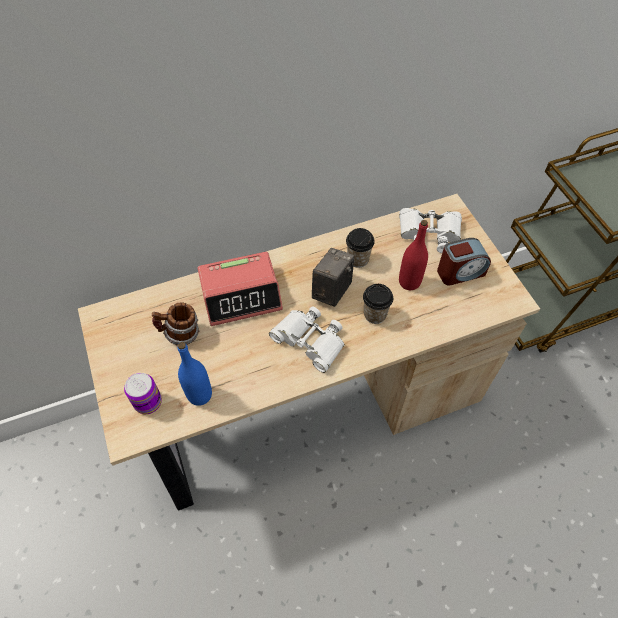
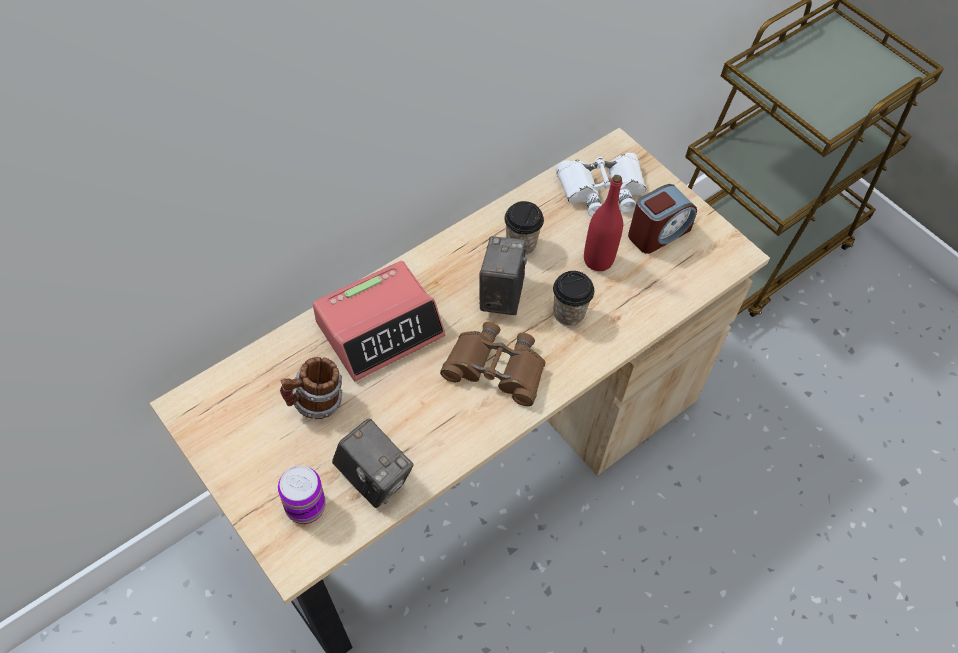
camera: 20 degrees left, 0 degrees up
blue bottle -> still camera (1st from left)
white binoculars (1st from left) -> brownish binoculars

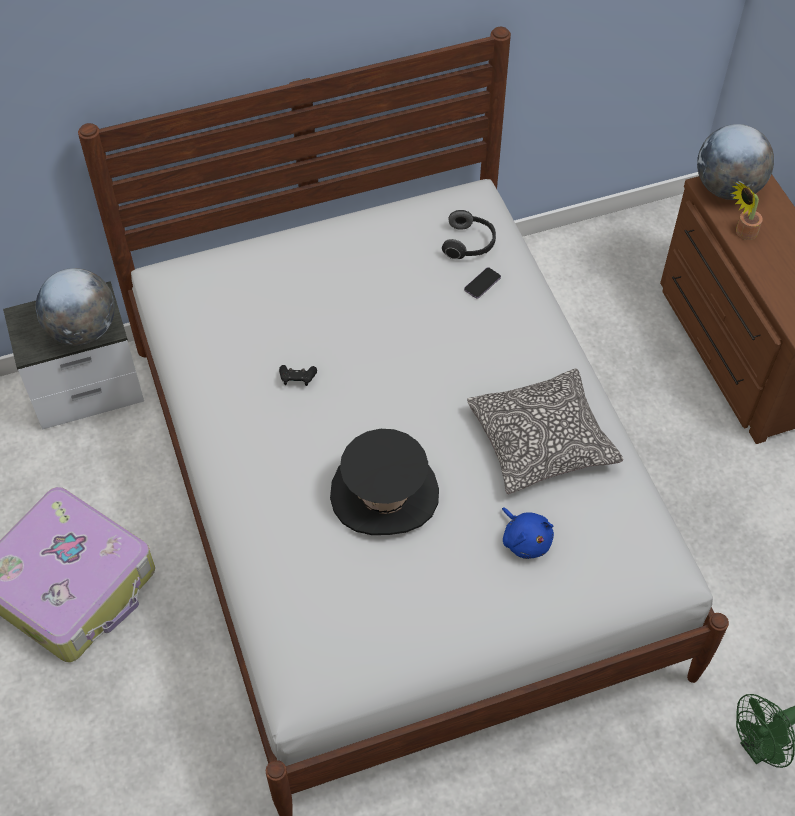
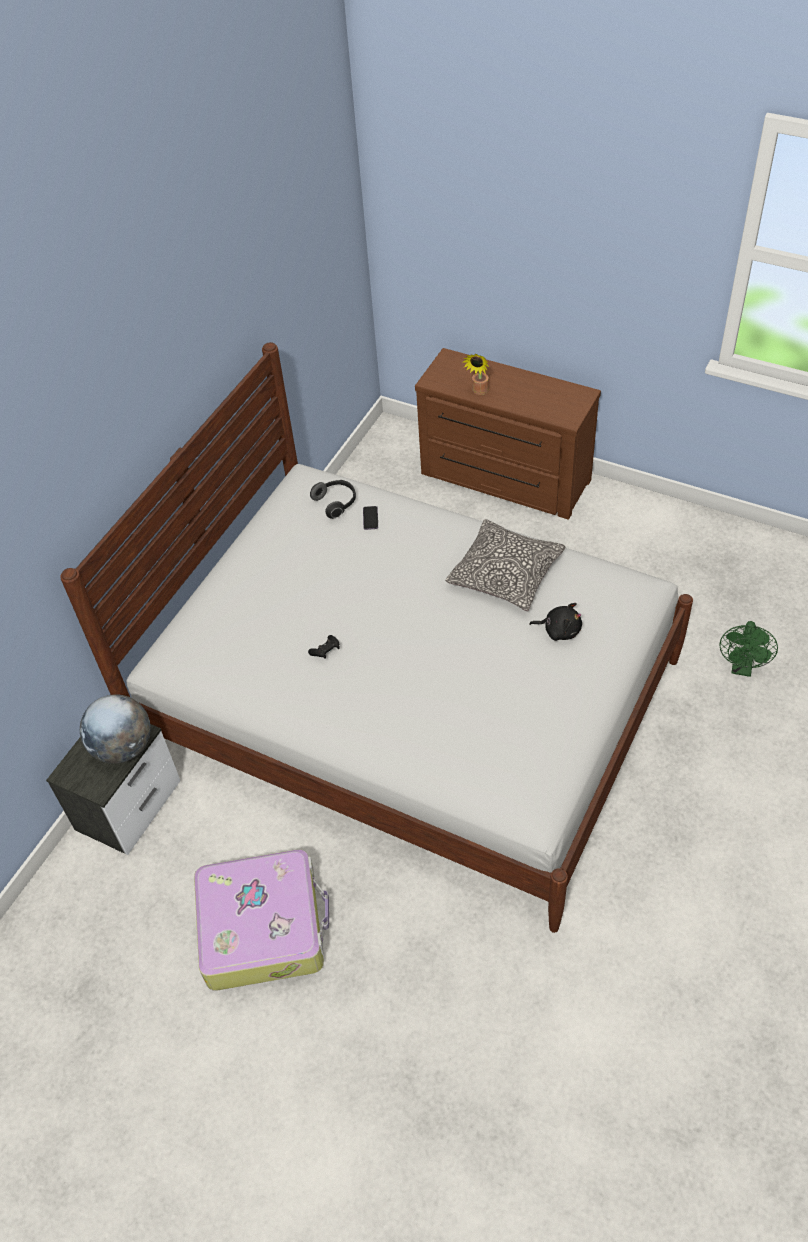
camera: 40 degrees left, 5 degrees down
black wearable hat -> none
blue cuddly toy -> black cuddly toy
globe (2nd from left) -> none

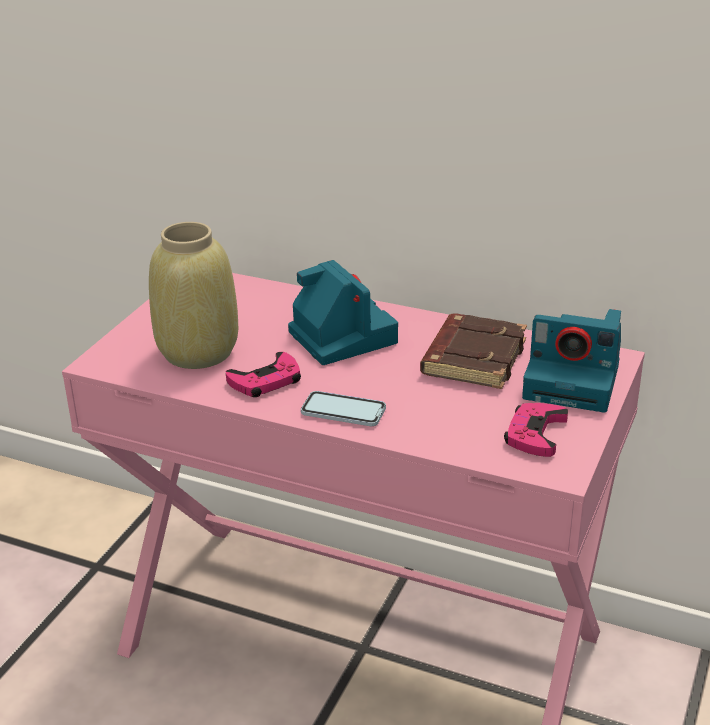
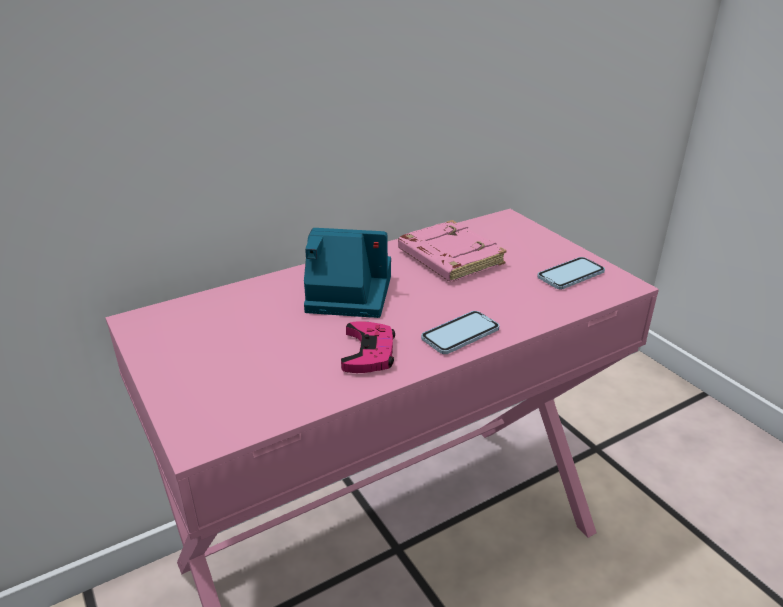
camera: 55 degrees left, 0 degrees up
beige-coloured flower vase -> none
brownish bound book -> pink-coloured bound book
pink-coloured game controller (2nd from left) -> telephone (2nd from left)
still camera (2nd from left) -> none

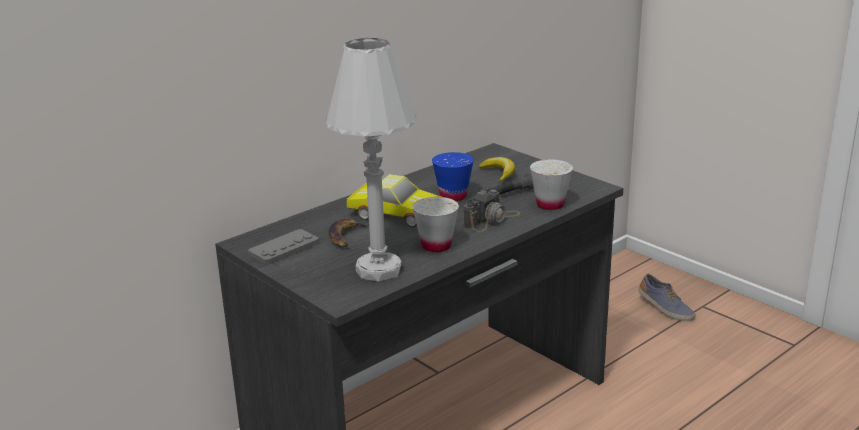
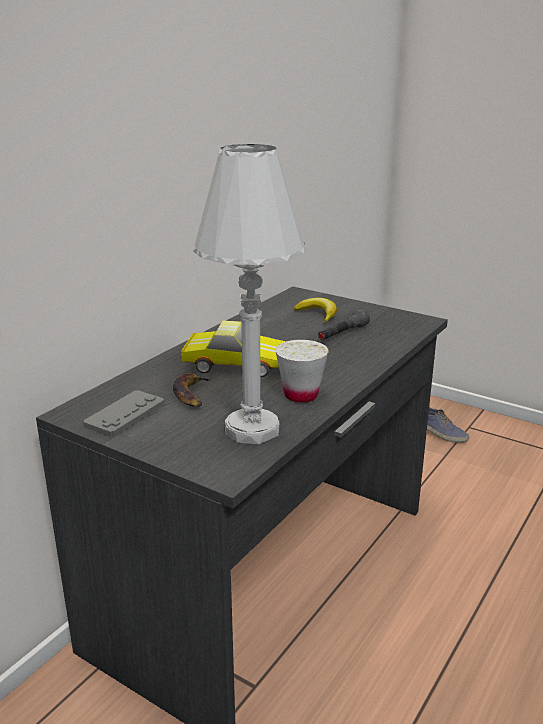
camera: 15 degrees left, 0 degrees up
blue small cup -> none
still camera -> none
white small cup (2nd from left) -> none

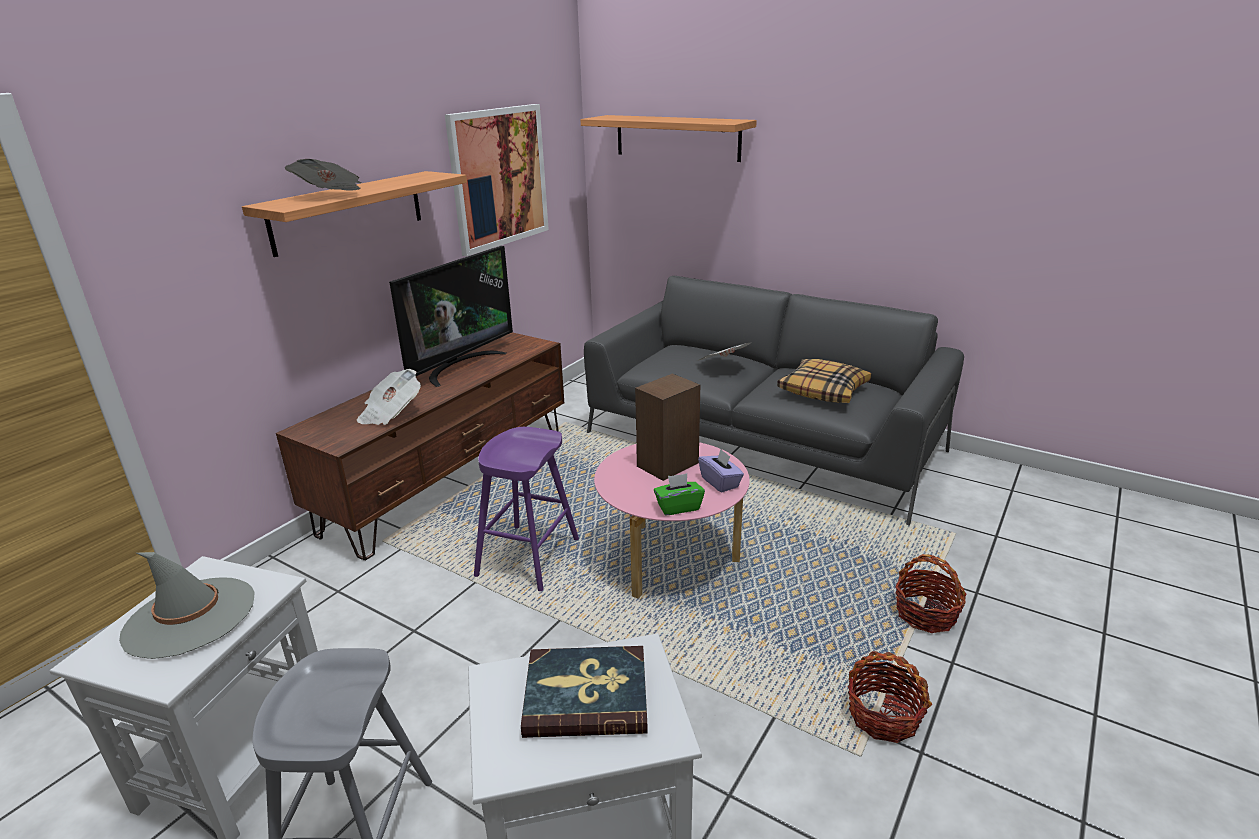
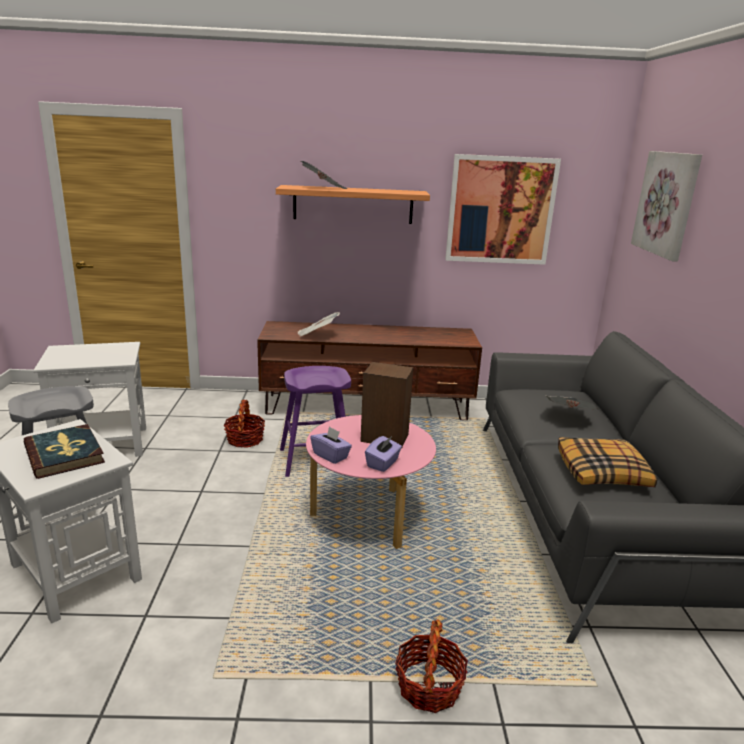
camera: 55 degrees right, 5 degrees down
grey wearable hat -> none
TV -> none
bracket shelf (2nd from left) -> picture (2nd from left)
green-coloured tissue box -> purple-coloured tissue box (1st from left)
basket (1st from left), move

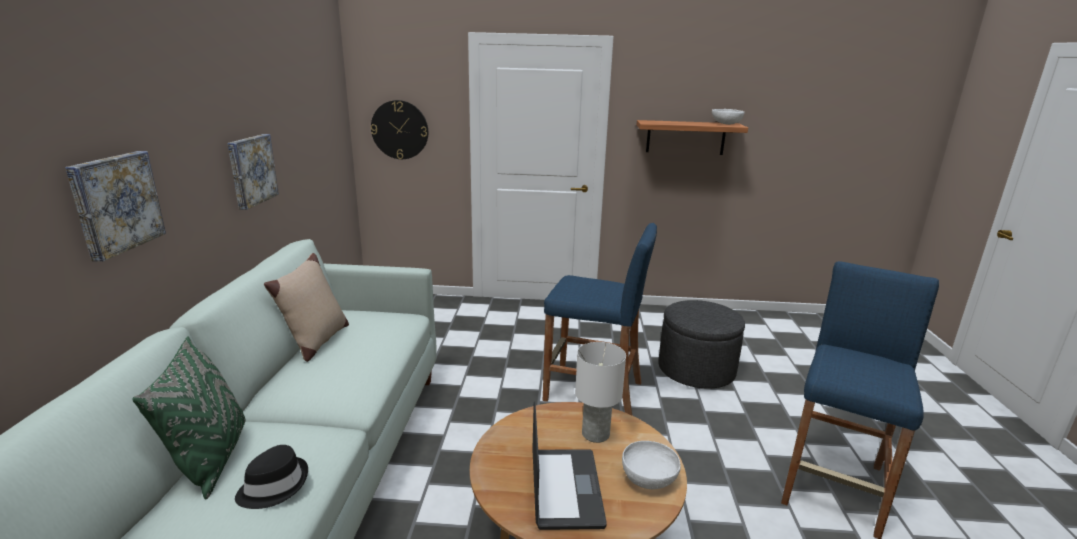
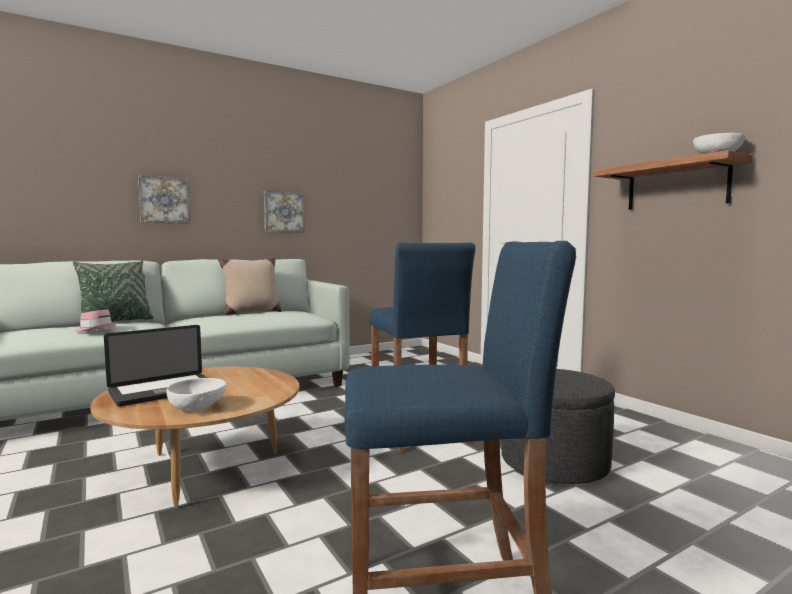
camera: 55 degrees right, 15 degrees down
black wearable hat -> pink-coloured wearable hat
clock on the wall -> none
white lamp for a table -> none

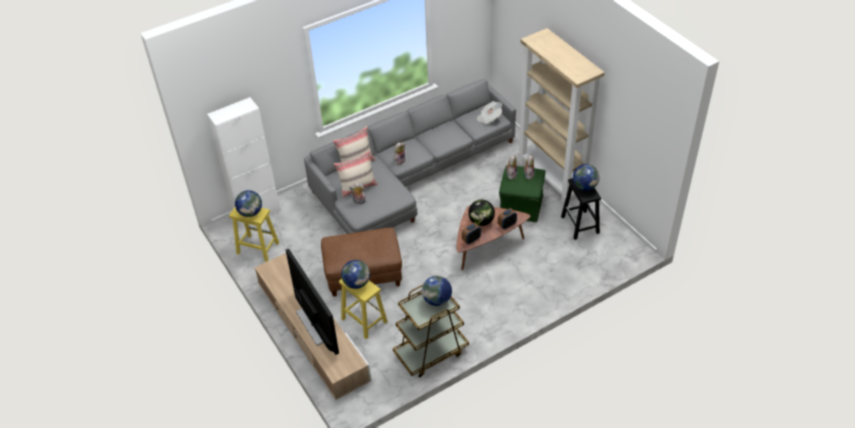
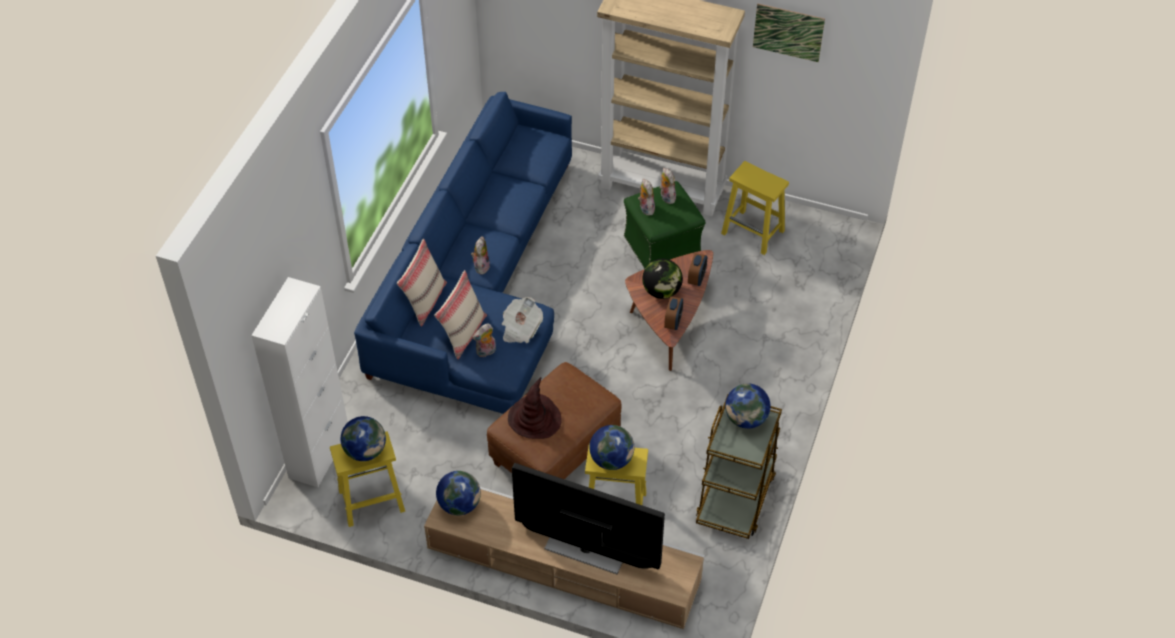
camera: 40 degrees left, 5 degrees up
grey settee -> blue settee
printed paper, move
black stool -> yellow-coloured stool (3rd from left)
globe (5th from left in the first image) -> globe (2nd from left), move
none -> brownish wearable hat
none -> picture

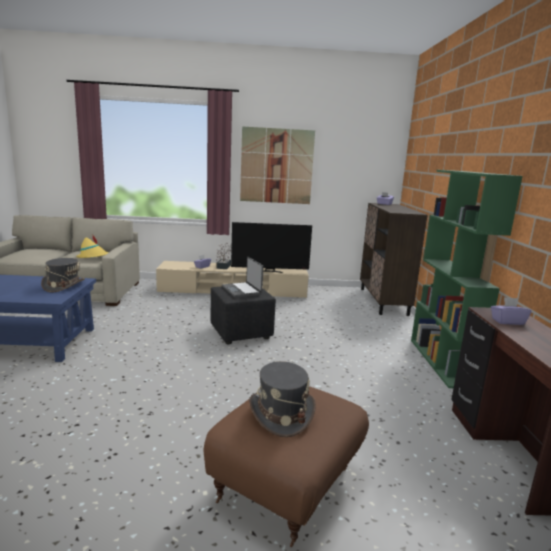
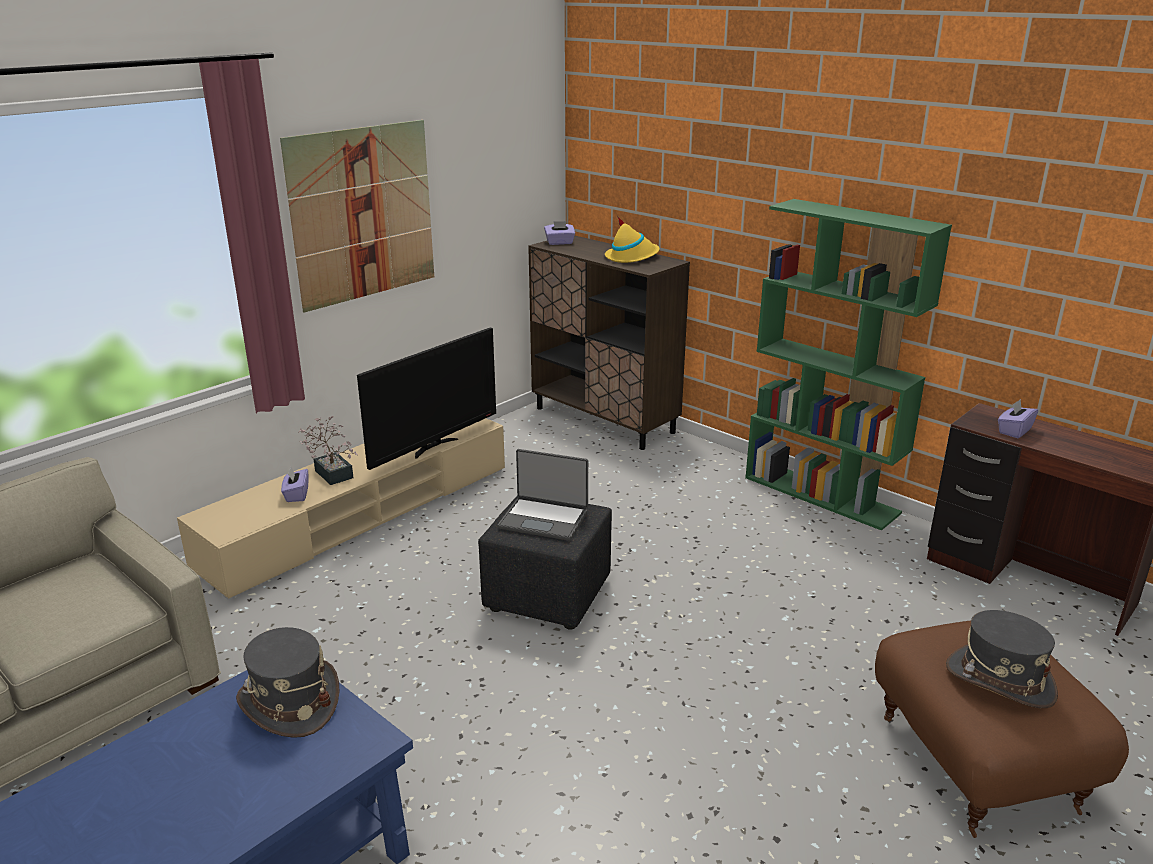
camera: 45 degrees left, 10 degrees up
yellow-coloured wearable hat, move

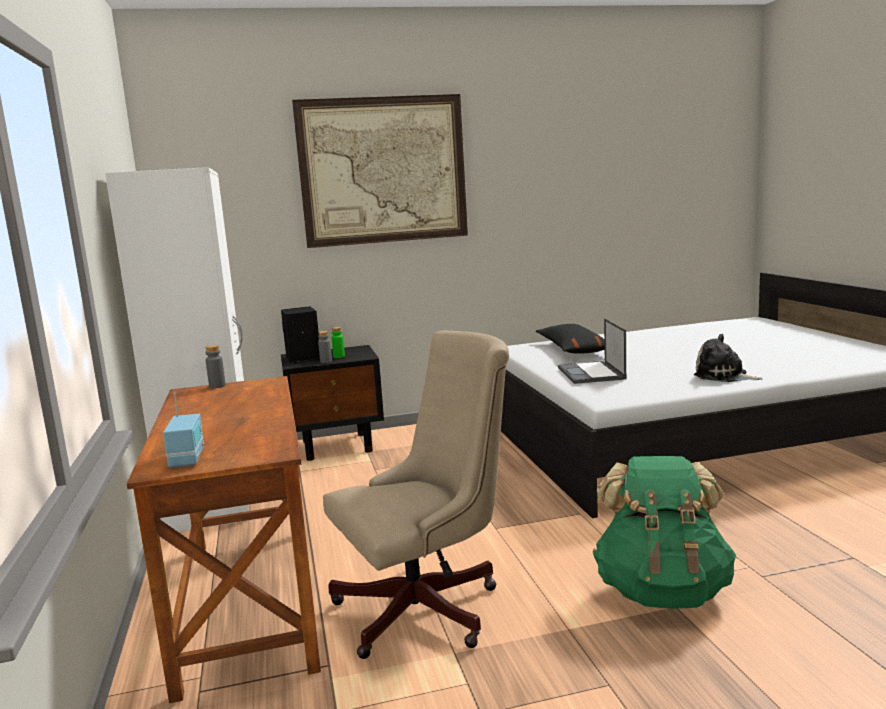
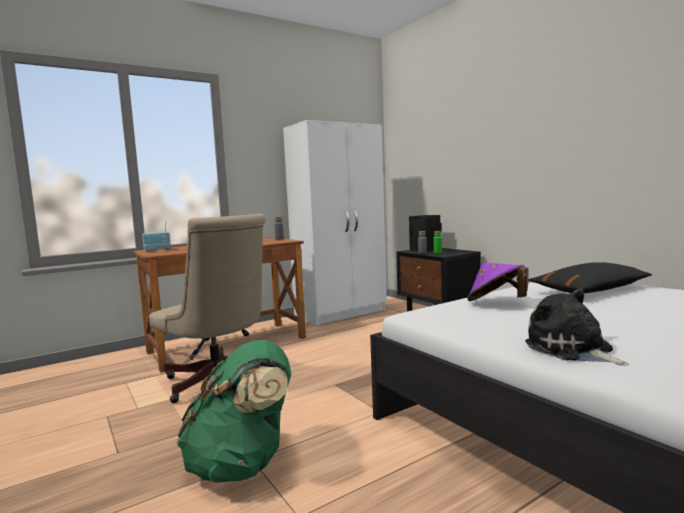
camera: 70 degrees right, 5 degrees down
picture -> none
portable computer -> purple-coloured wearable hat
cuddly toy, 45 degrees counterclockwise

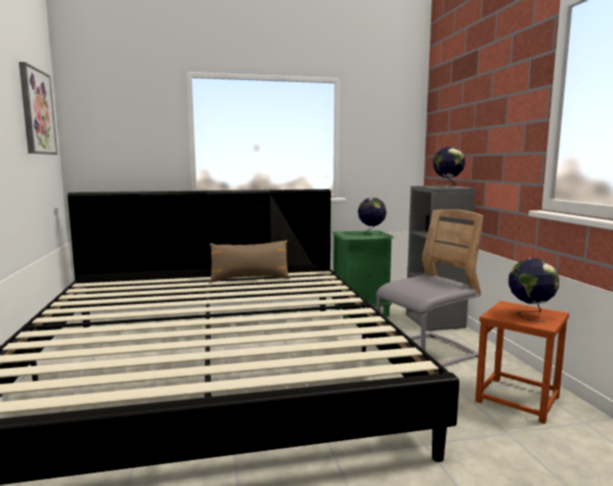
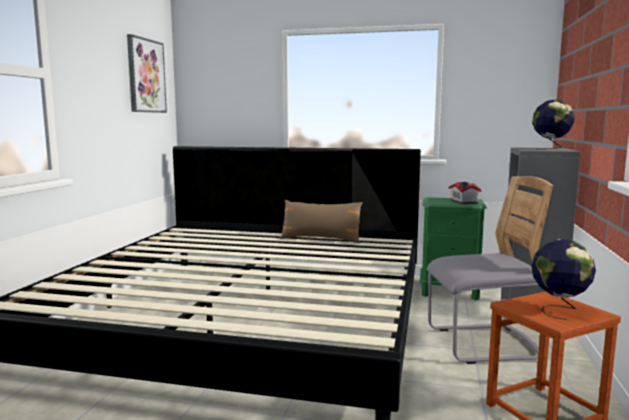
camera: 25 degrees right, 0 degrees up
globe (1st from left) -> model house

